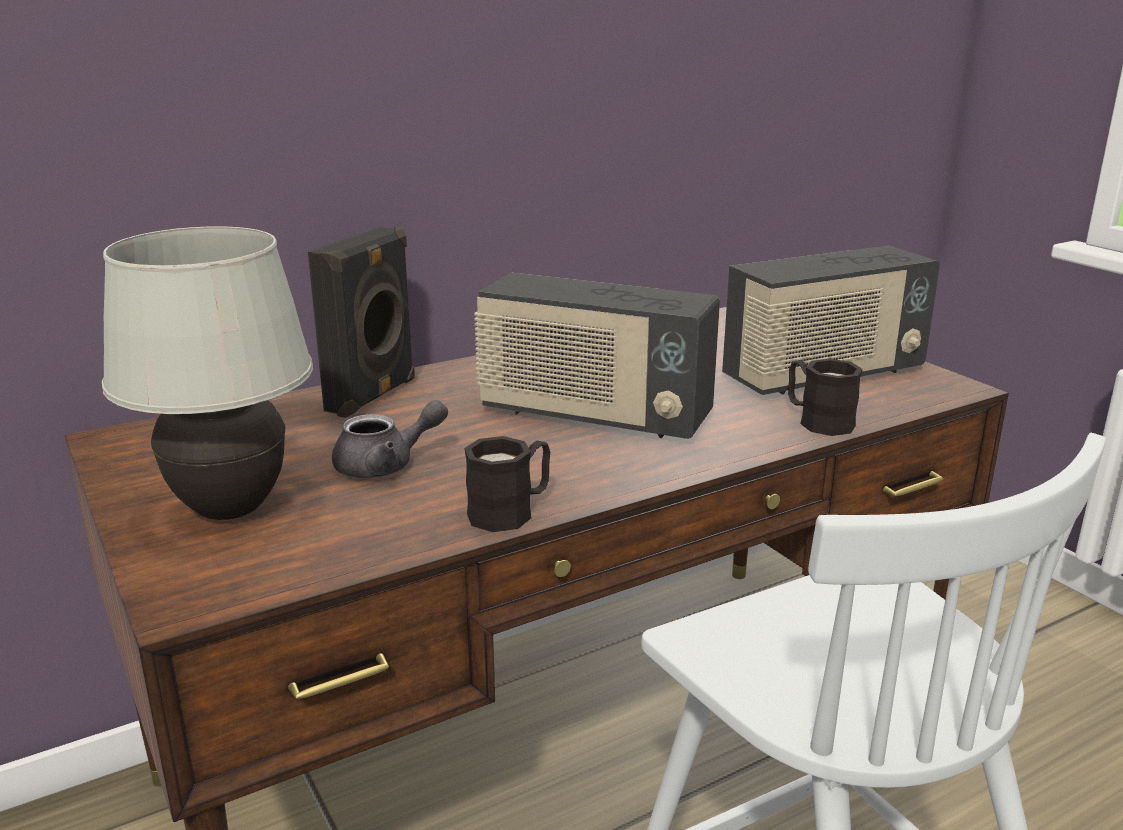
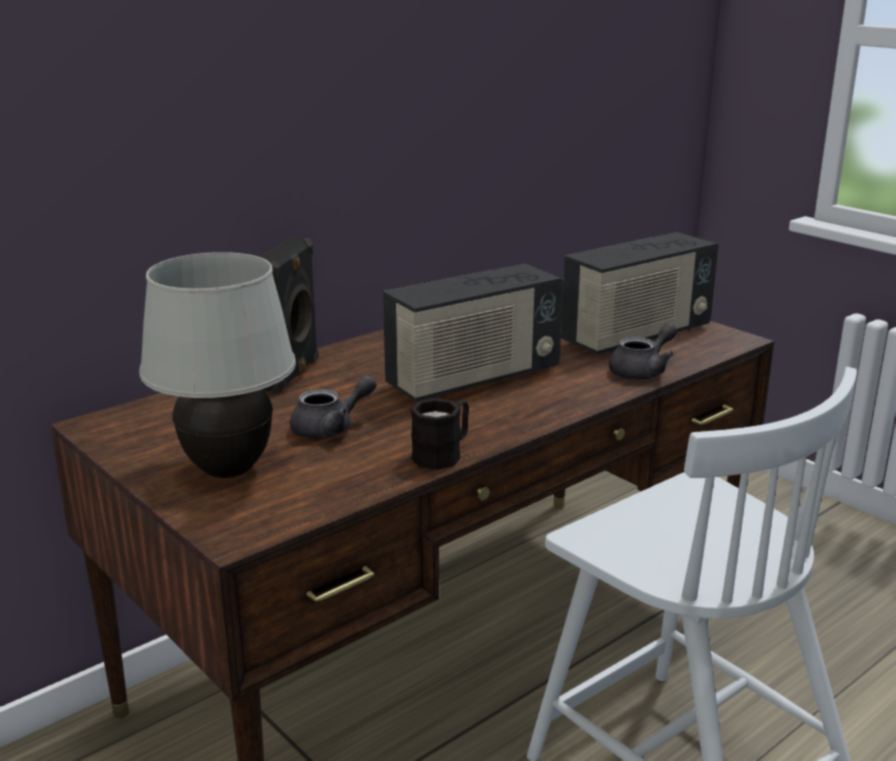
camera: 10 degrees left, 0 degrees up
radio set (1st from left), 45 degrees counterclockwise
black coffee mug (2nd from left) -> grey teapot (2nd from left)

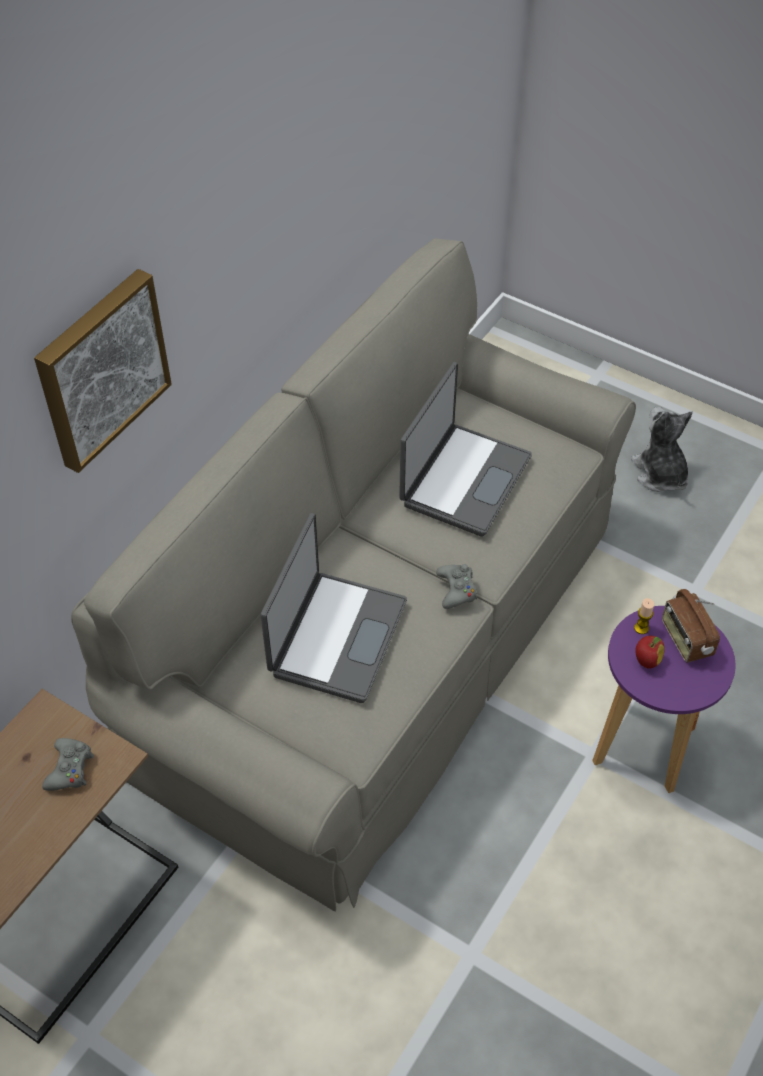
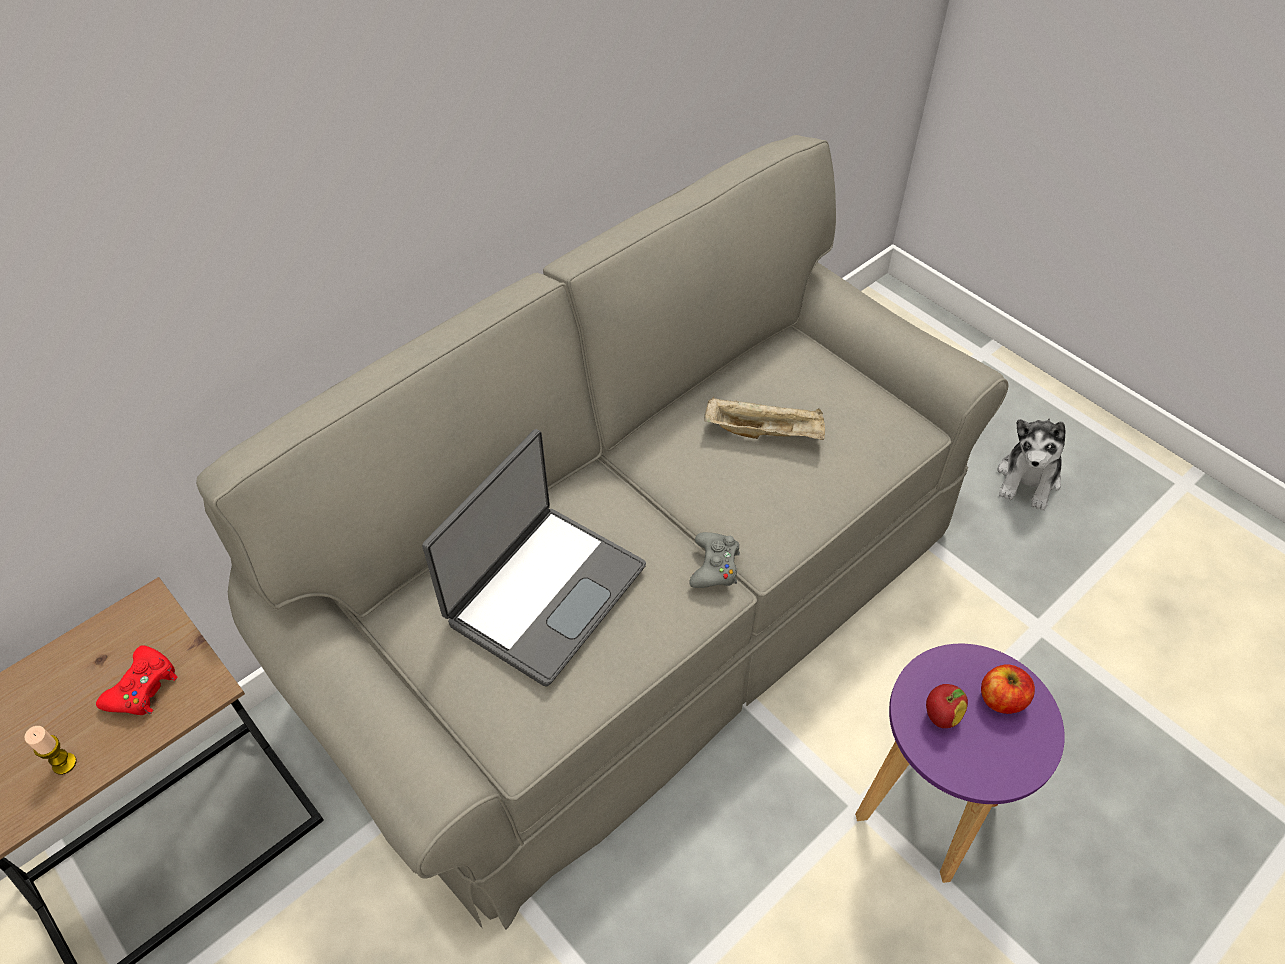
camera: 15 degrees right, 0 degrees up
picture -> none
grey game controller (1st from left) -> reddish game controller
portable computer (2nd from left) -> beige-coloured tray
cuddly toy, 150 degrees counterclockwise
candle, move
radio set -> apple (2nd from left)

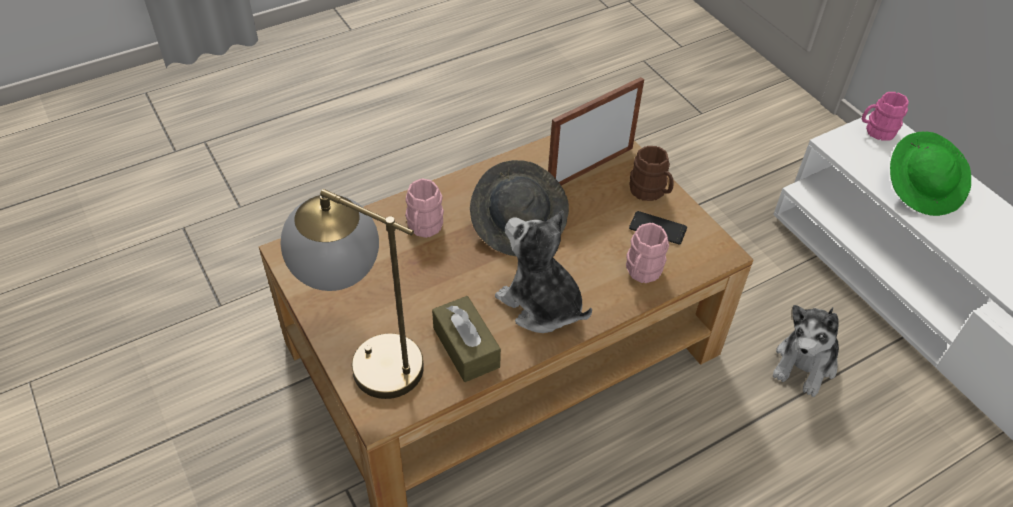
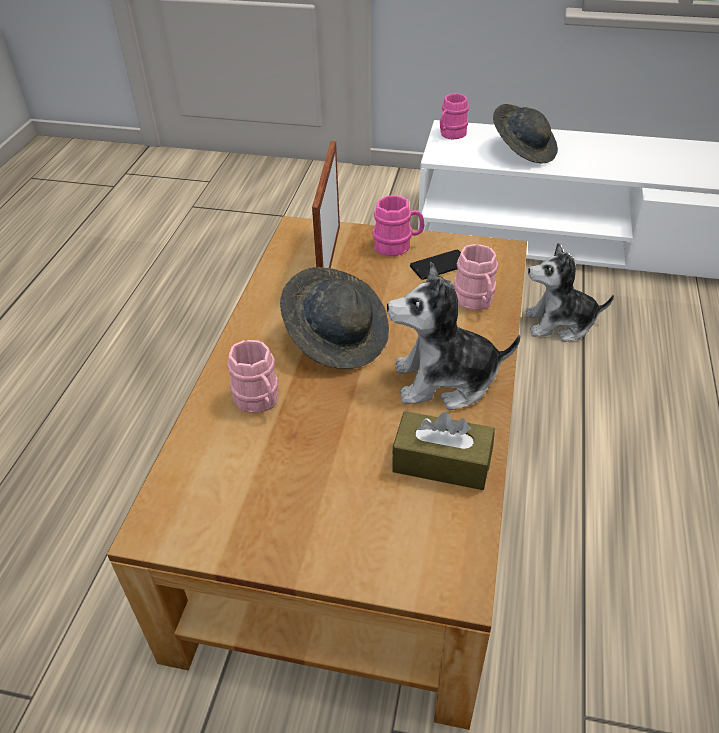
camera: 45 degrees left, 5 degrees down
lamp for a table -> none
brownish coffee mug -> pink-coloured coffee mug (2nd from left)
cuddly toy (2nd from left), 105 degrees clockwise
green-coloured wearable hat -> grey wearable hat (2nd from left)

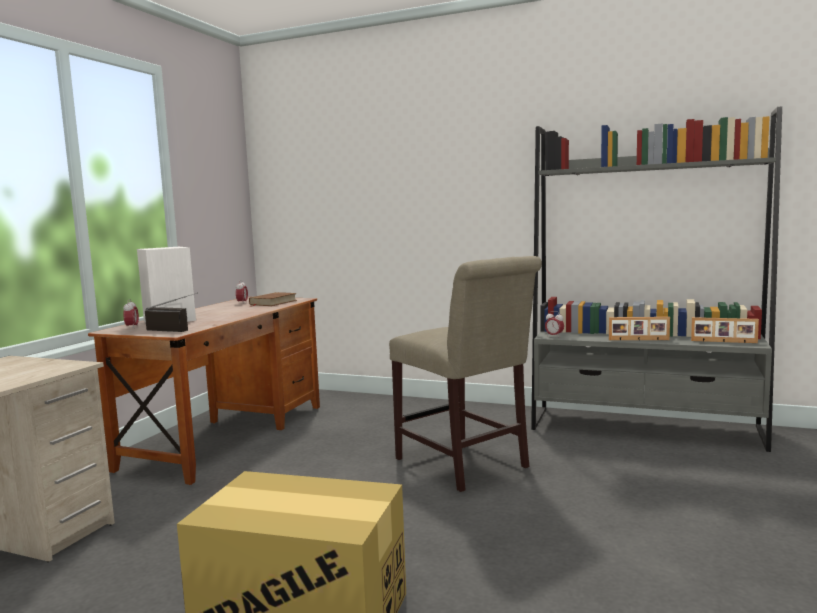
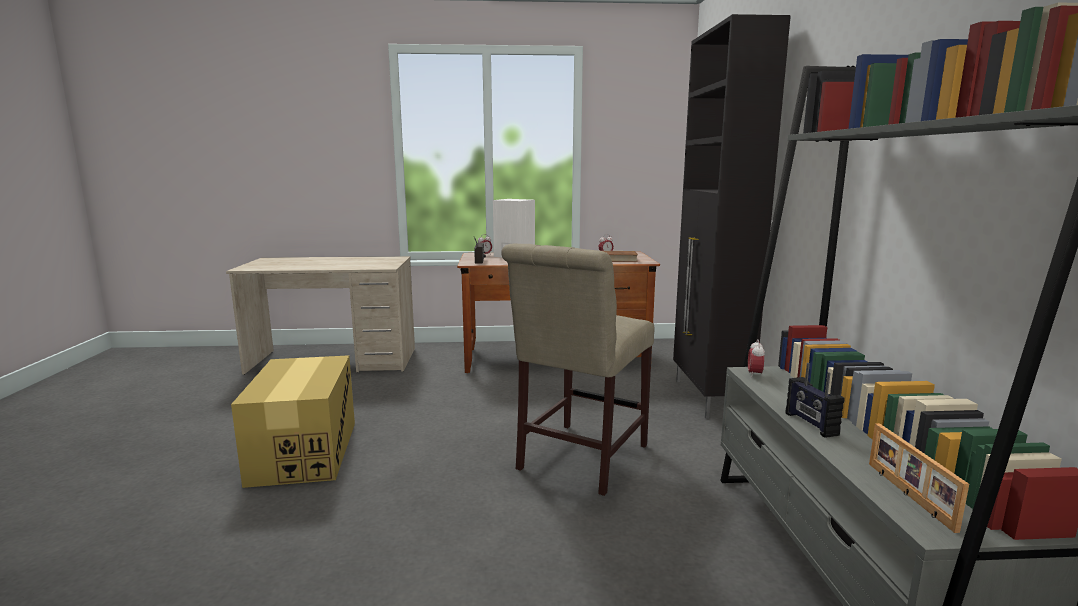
camera: 65 degrees right, 5 degrees up
picture frame (1st from left) -> radio set (2nd from left)
none -> black cupboard

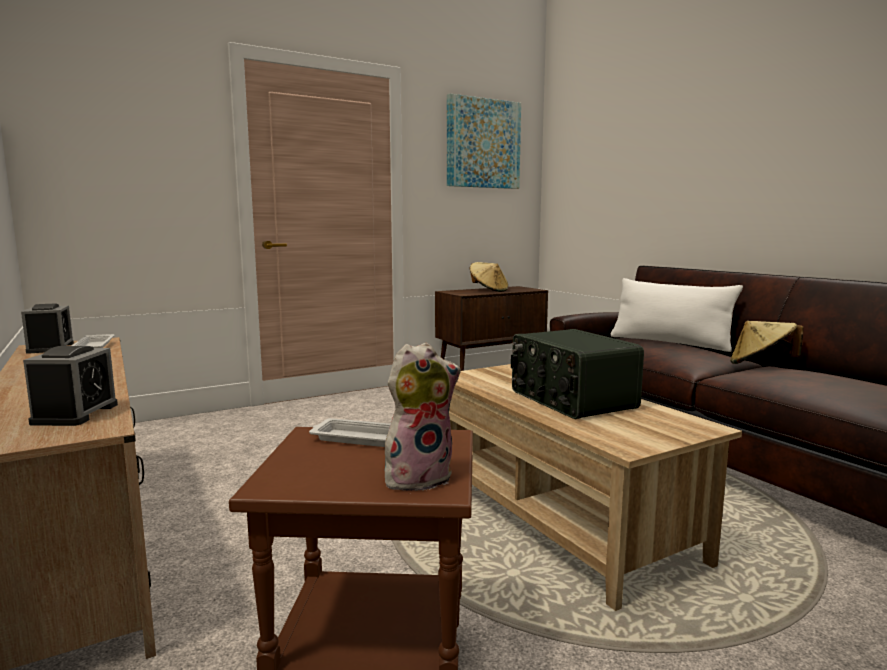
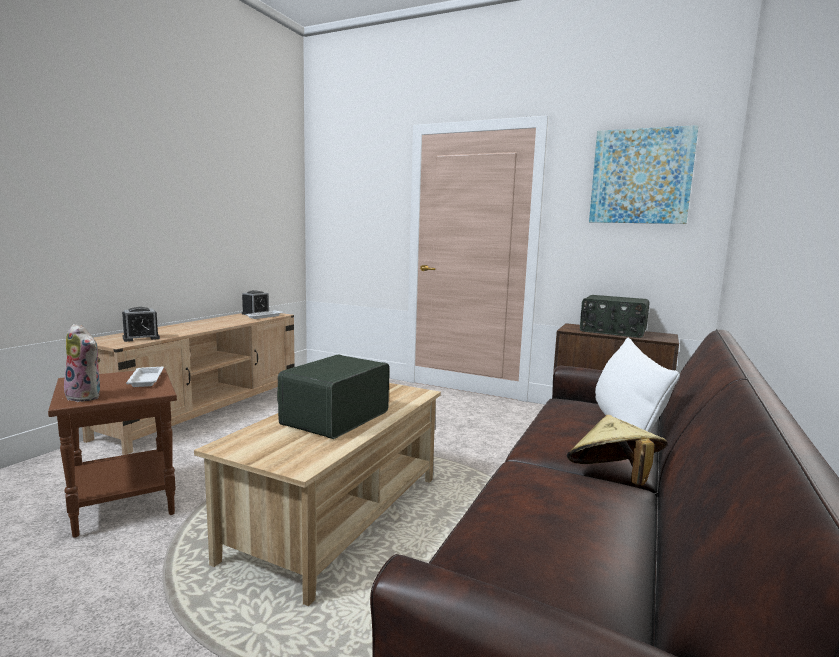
camera: 55 degrees right, 0 degrees up
beige-coloured wearable hat (1st from left) -> radio set (2nd from left)

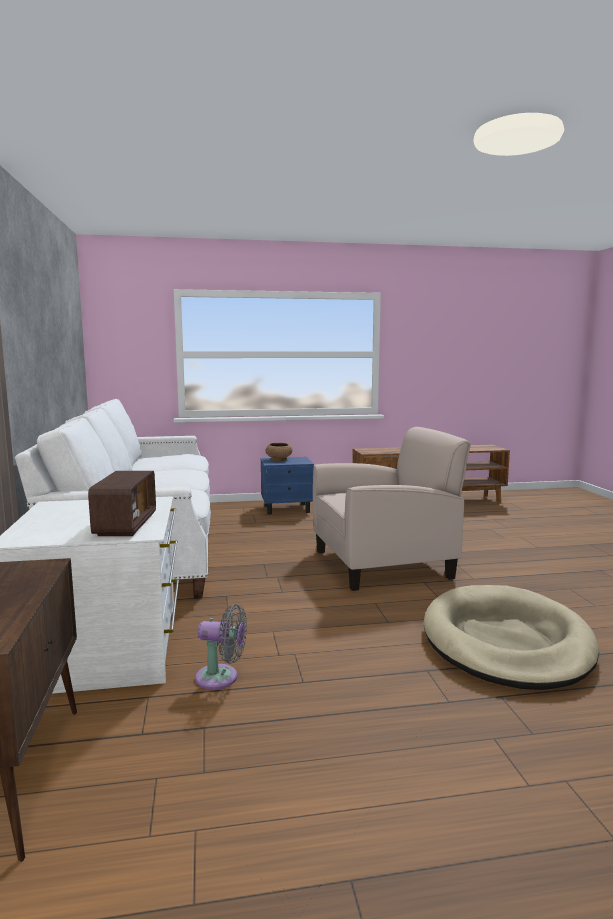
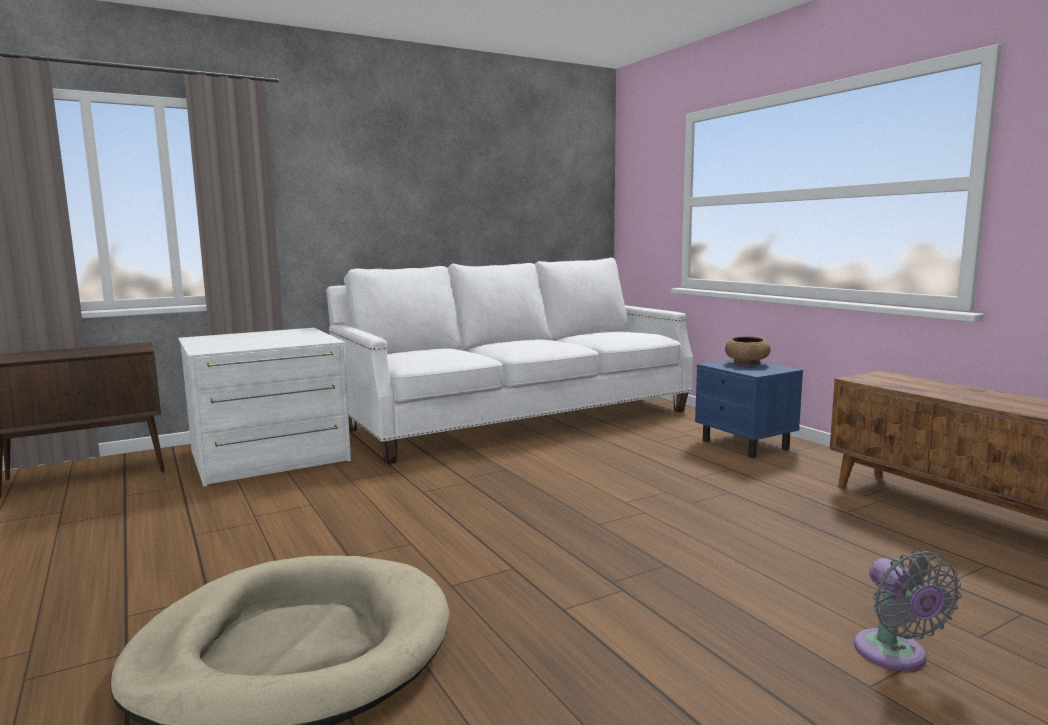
camera: 70 degrees right, 0 degrees up
radio set -> none
grey electric fan, move
beige-coloured easy chair -> none

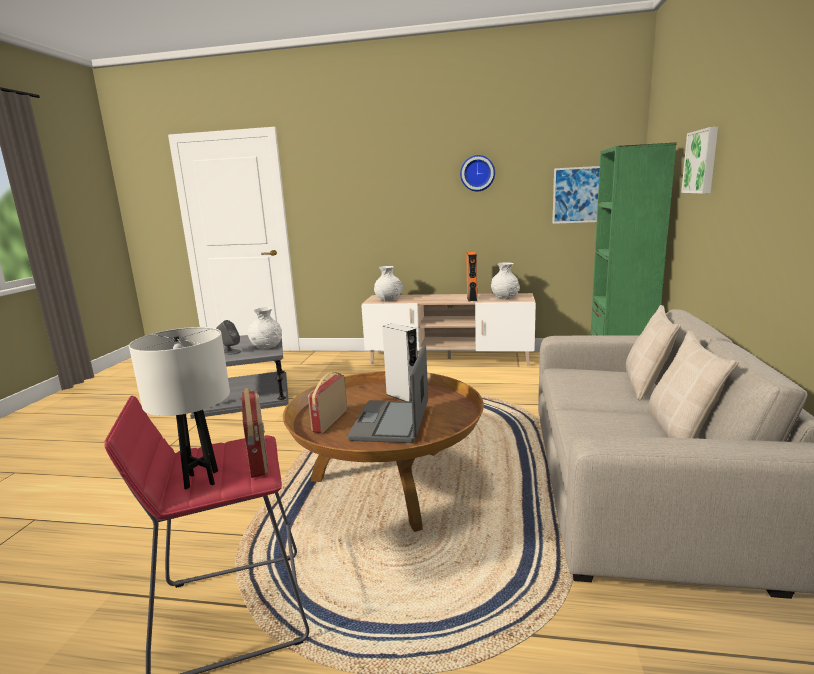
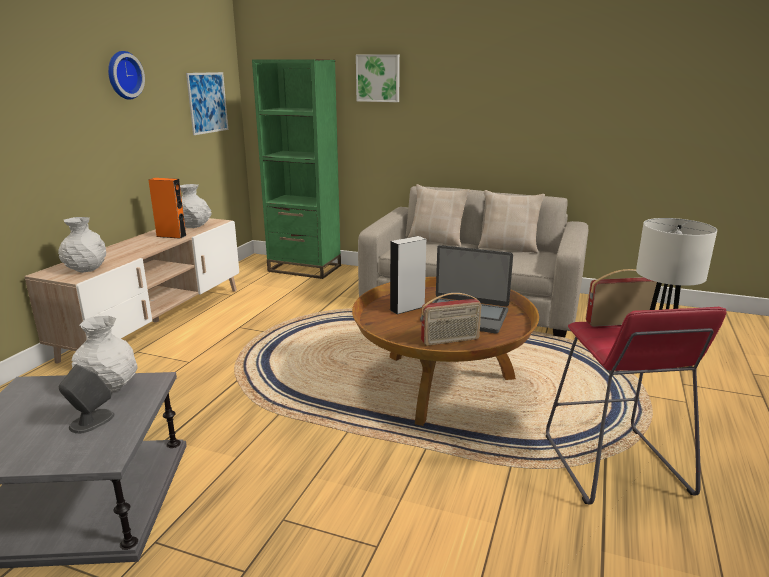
camera: 80 degrees left, 5 degrees up
radio set (2nd from left in the first image) -> radio set (1st from left), 45 degrees counterclockwise

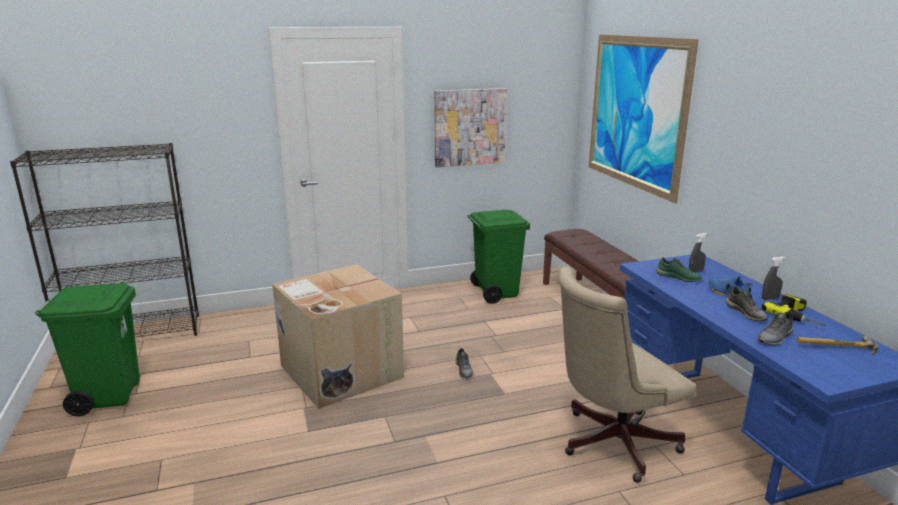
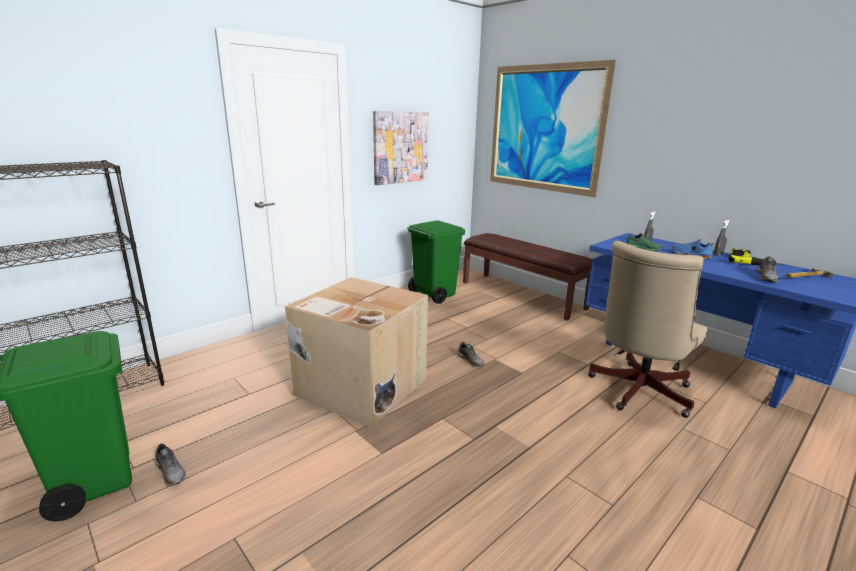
camera: 25 degrees left, 0 degrees up
grey low shoe (2nd from left in the first image) -> grey low shoe (1st from left), move

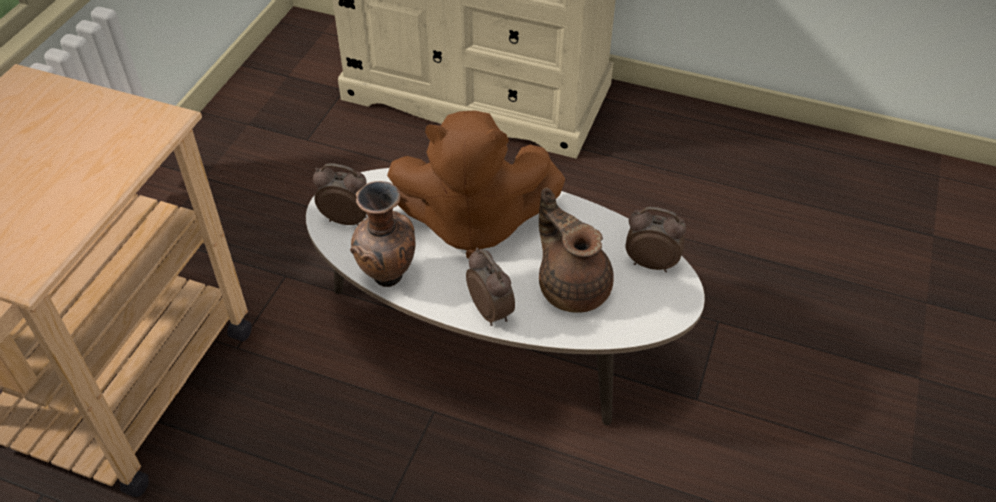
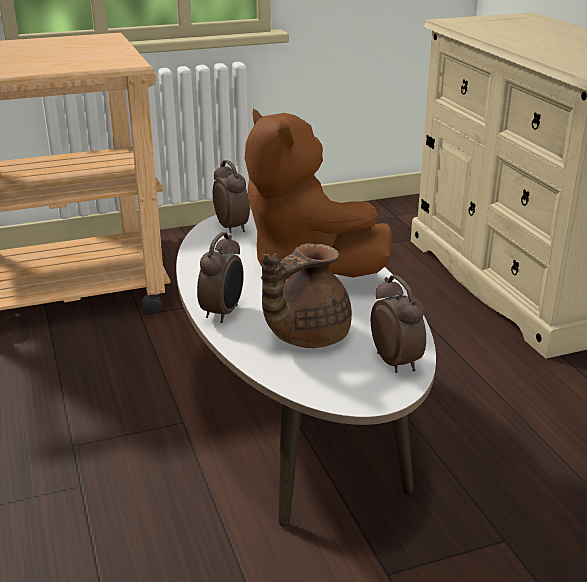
camera: 50 degrees right, 20 degrees down
brownish flower vase -> none
brownish teapot, 150 degrees counterclockwise

